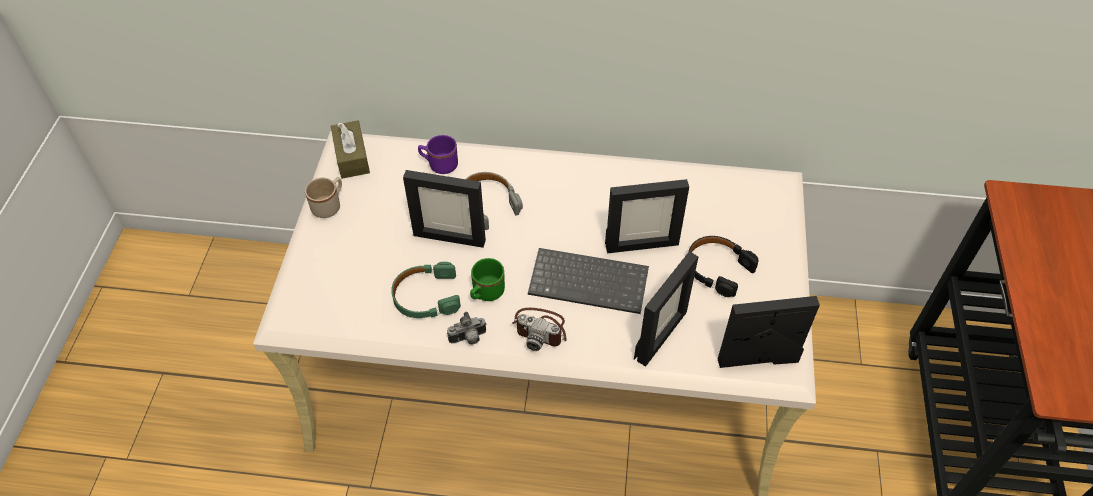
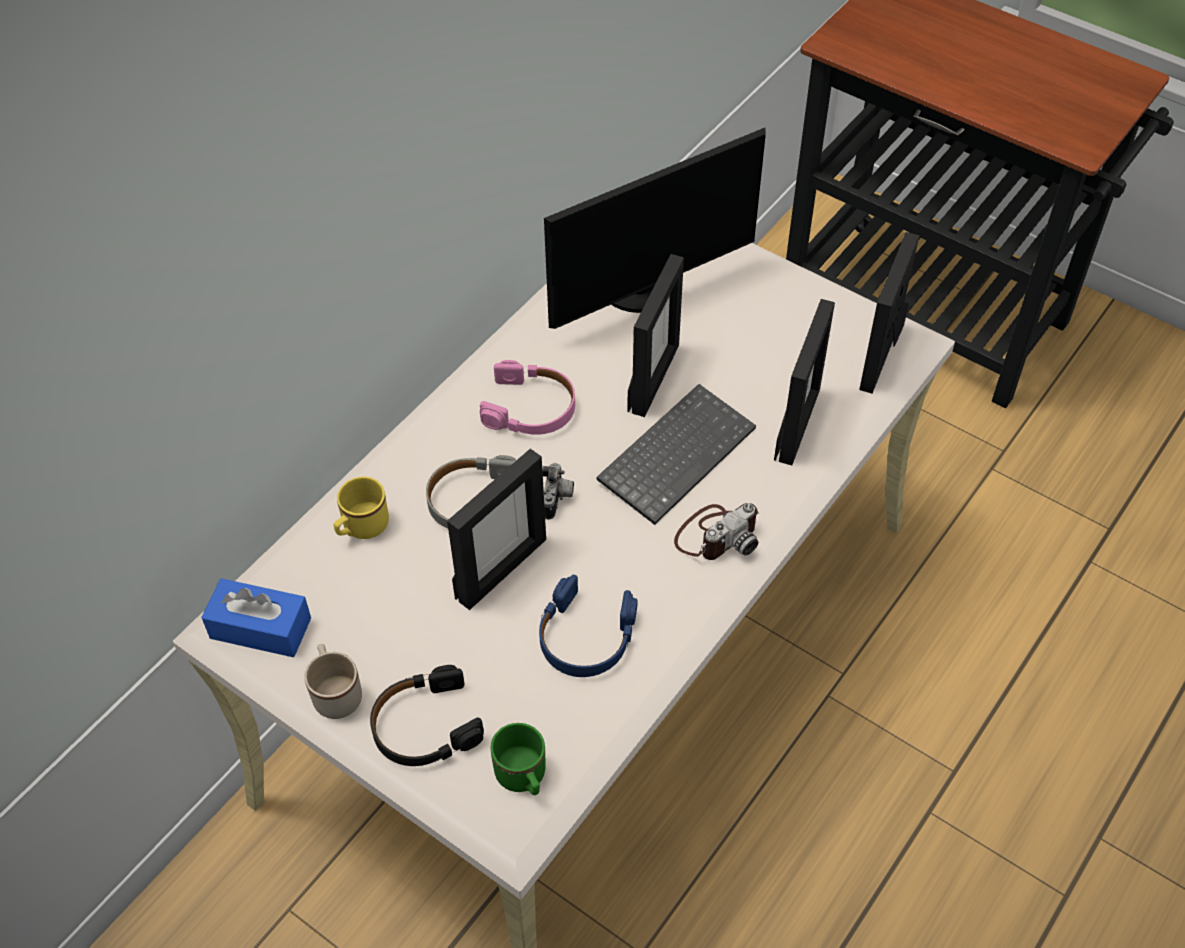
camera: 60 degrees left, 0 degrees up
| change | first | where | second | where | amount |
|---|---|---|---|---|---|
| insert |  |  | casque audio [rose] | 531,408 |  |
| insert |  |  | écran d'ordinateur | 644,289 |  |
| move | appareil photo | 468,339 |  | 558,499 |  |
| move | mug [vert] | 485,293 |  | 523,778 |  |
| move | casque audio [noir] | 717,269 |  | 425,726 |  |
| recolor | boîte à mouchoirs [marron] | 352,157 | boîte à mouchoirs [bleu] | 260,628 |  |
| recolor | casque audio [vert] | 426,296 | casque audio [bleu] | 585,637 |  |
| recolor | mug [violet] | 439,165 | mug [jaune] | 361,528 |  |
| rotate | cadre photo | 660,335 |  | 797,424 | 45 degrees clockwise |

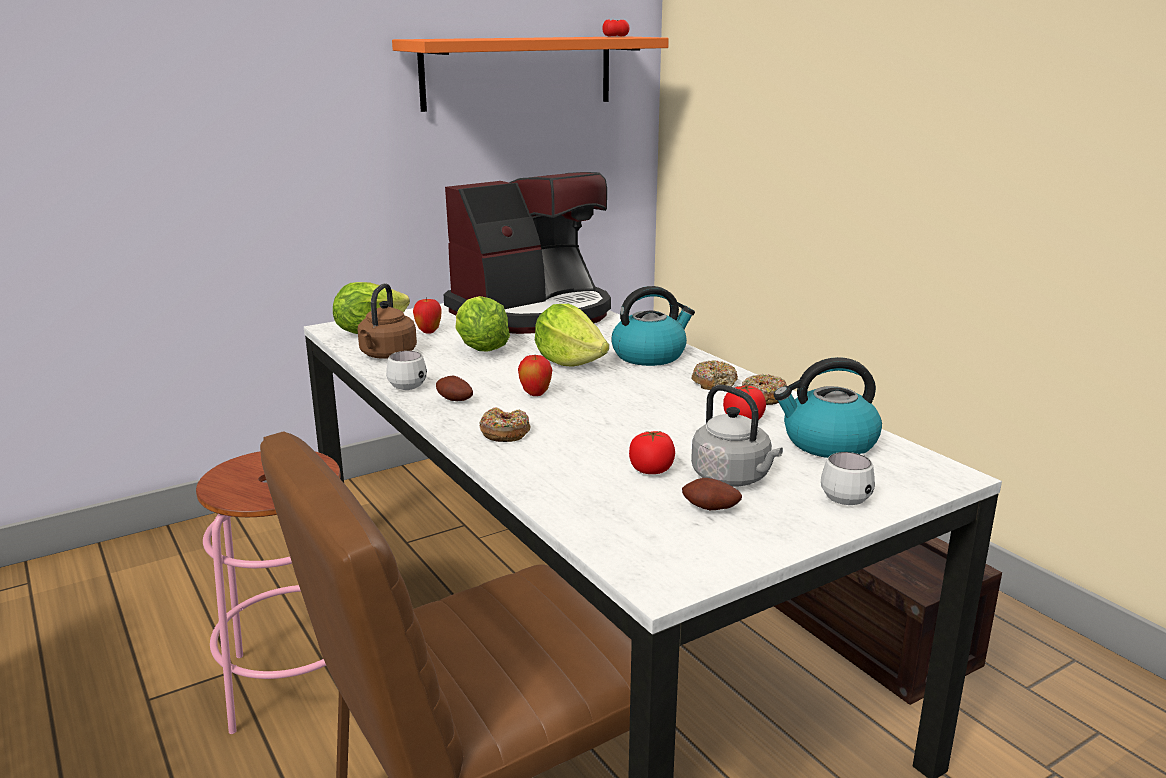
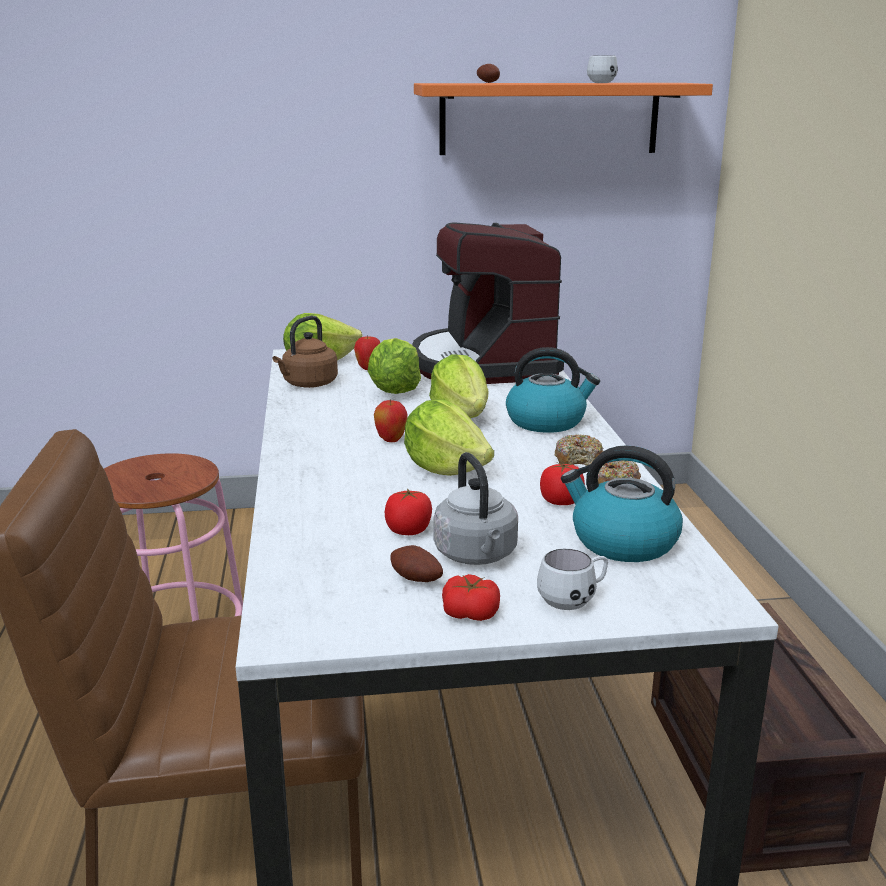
camera: 25 degrees right, 0 degrees up
| change | first | where | second | where | amount |
|---|---|---|---|---|---|
| delete | beignet | 504,433 |  |  |  |
| insert |  |  | laitue | 446,468 |  |
| move | mug [blanc] | 410,384 |  | 604,82 |  |
| move | pomme de terre | 454,401 |  | 487,83 |  |
| move | tomate | 615,36 |  | 470,612 |  |
| rotate | machine à café | 533,313 |  | 484,364 | 90 degrees clockwise |

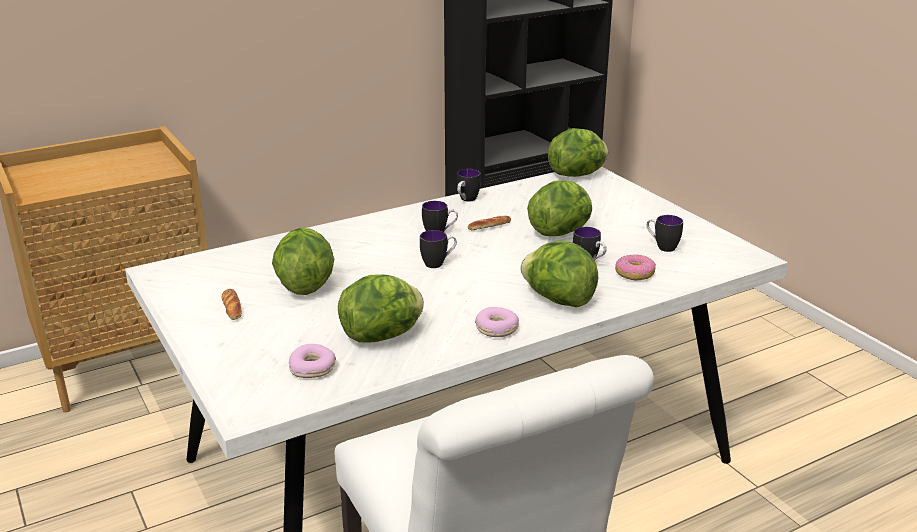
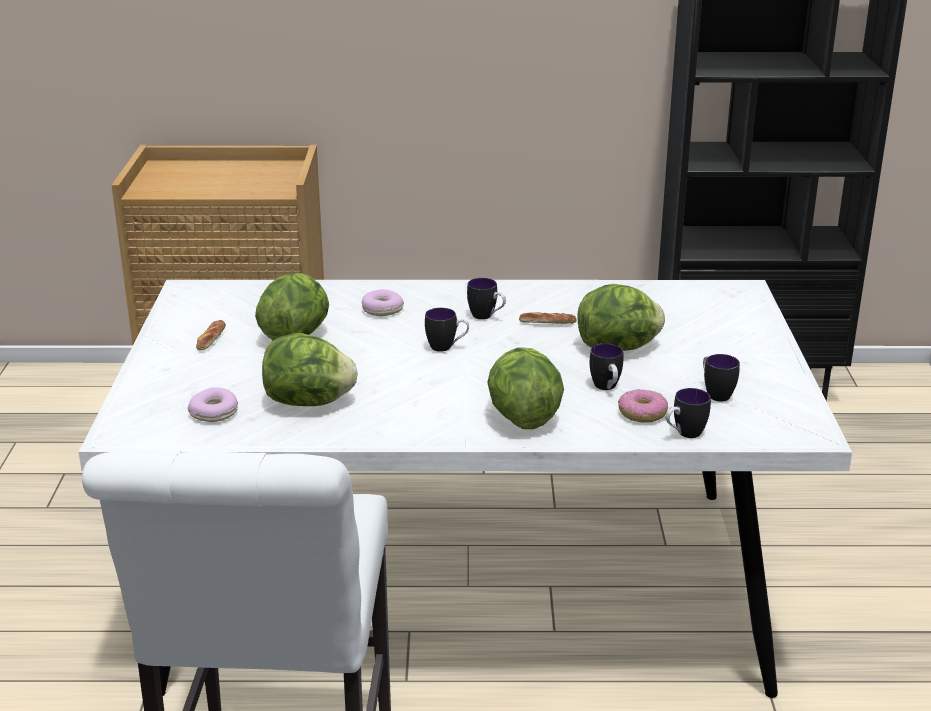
camera: 30 degrees right, 0 degrees up
| change | first | where | second | where | amount |
|---|---|---|---|---|---|
| delete | laitue | 577,174 |  |  |  |
| move | mug | 466,200 |  | 684,434 |  |
| move | beignet | 496,329 |  | 382,310 |  |

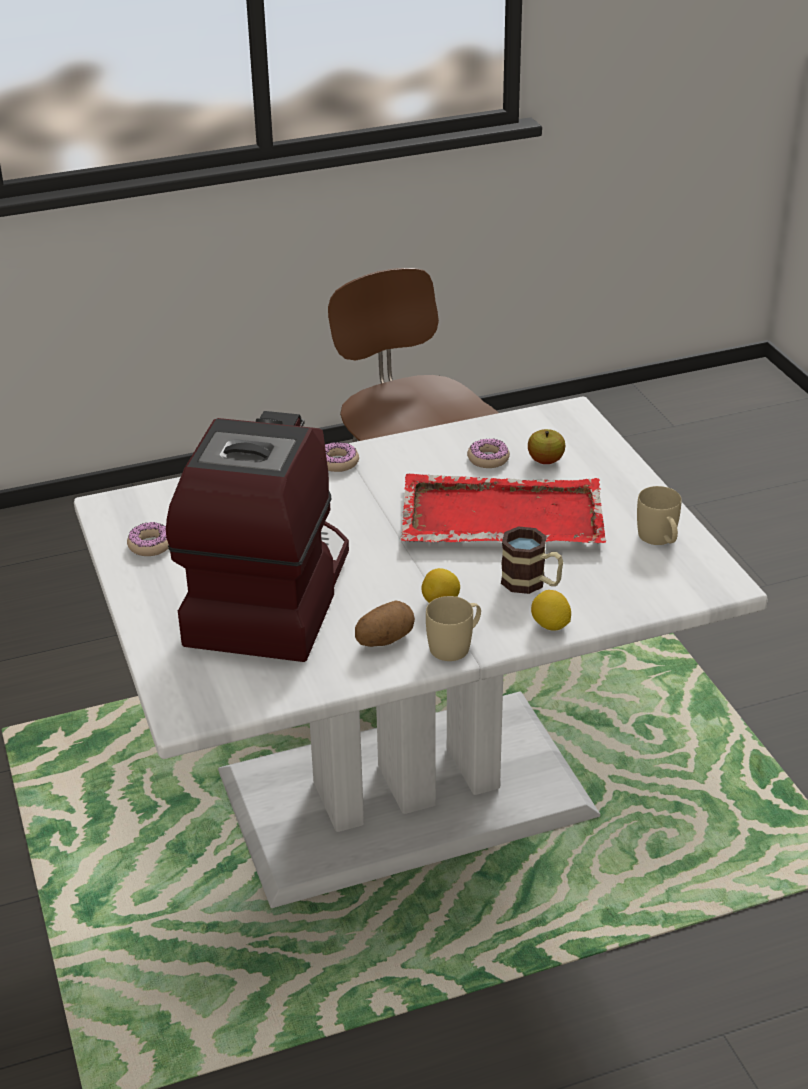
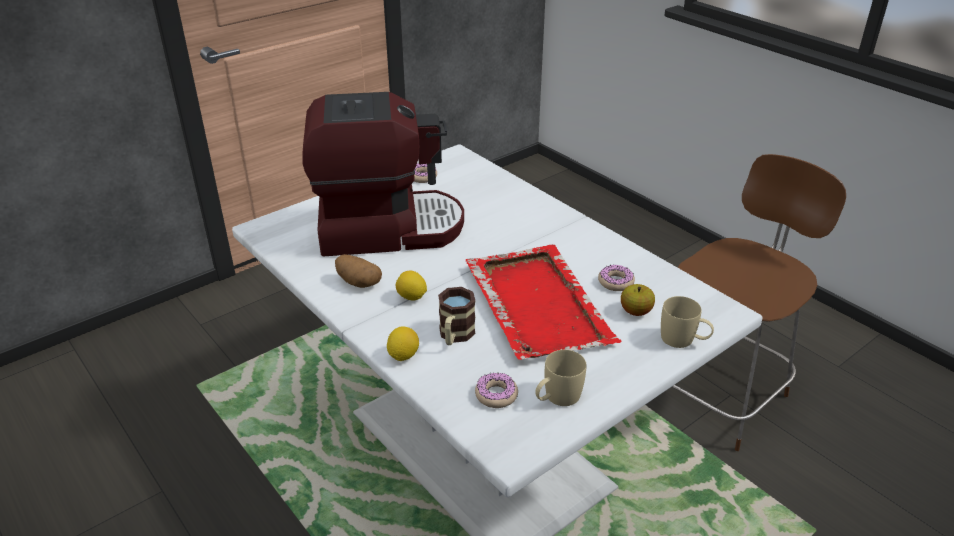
camera: 70 degrees right, 0 degrees up
| change | first | where | second | where | amount |
|---|---|---|---|---|---|
| move | beignet | 338,462 |  | 496,395 |  |
| move | mug [beige] | 456,645 |  | 683,340 |  |

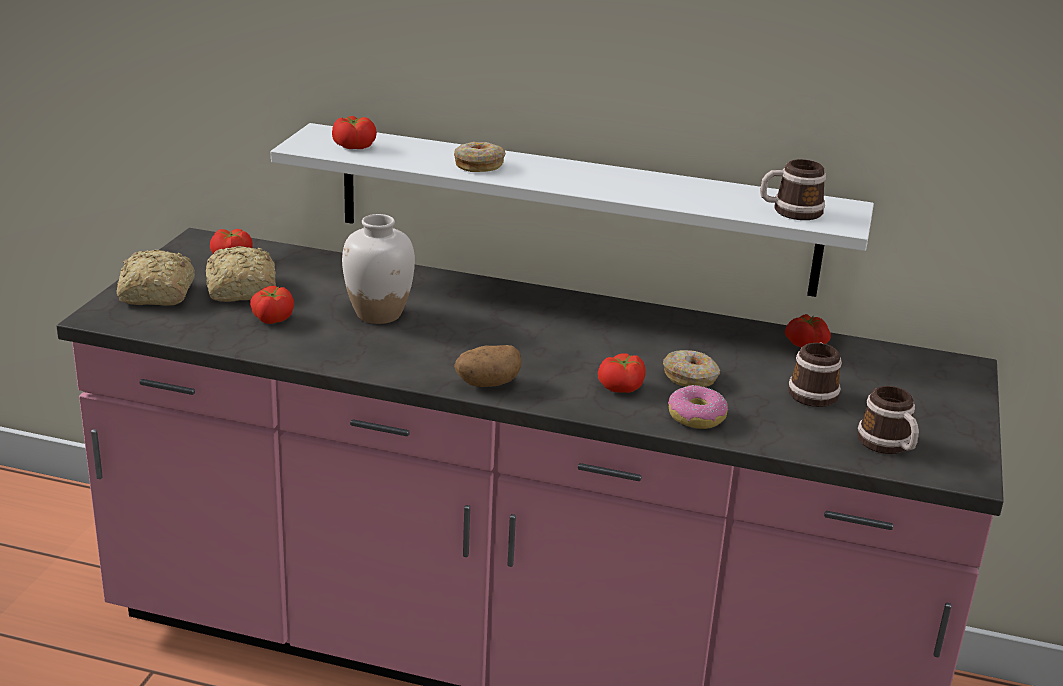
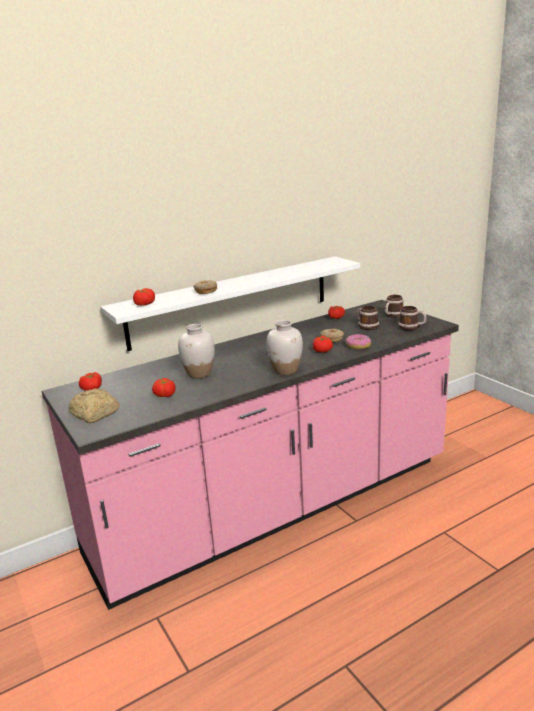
camera: 45 degrees left, 5 degrees down
| change | first | where | second | where | amount |
|---|---|---|---|---|---|
| delete | pain | 241,290 |  |  |  |
| move | mug | 790,211 |  | 392,315 |  |
| replace | pomme de terre | 487,384 | vase [blanc] | 286,370 |  |

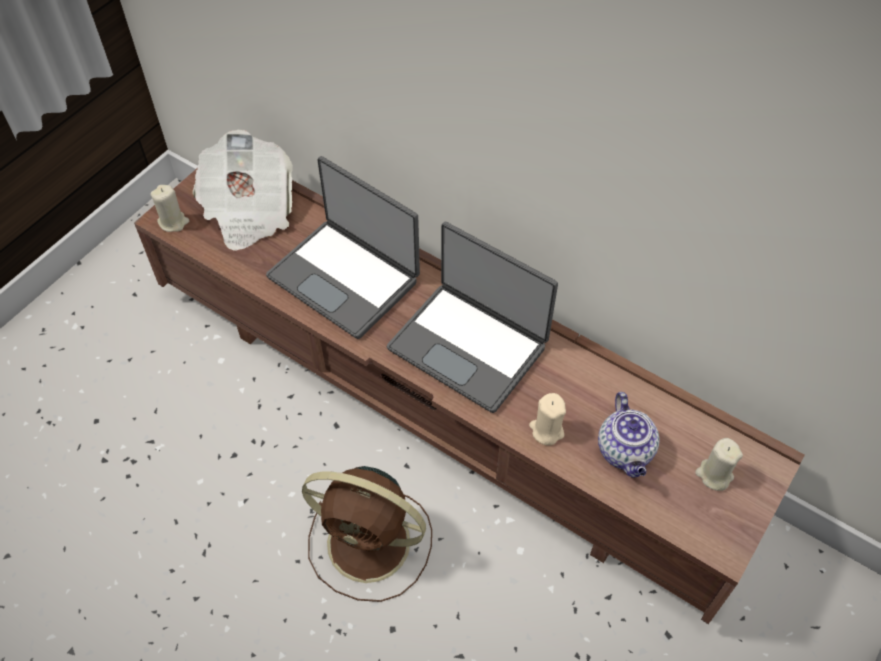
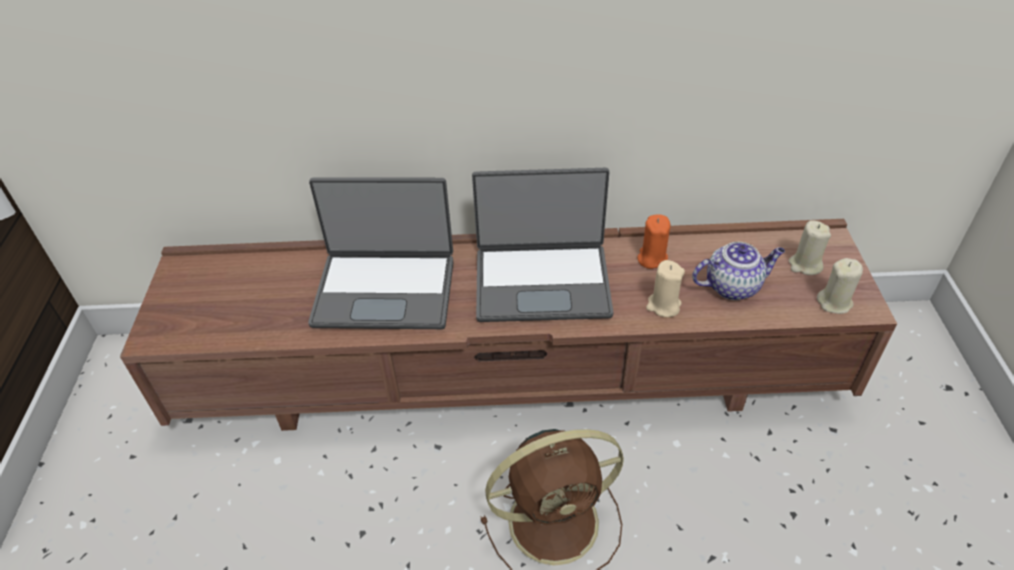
camera: 35 degrees left, 10 degrees down
| change | first | where | second | where | amount |
|---|---|---|---|---|---|
| delete | journal | 248,210 |  |  |  |
| insert |  |  | bougie [orange] | 652,258 |  |
| move | bougie [beige] | 173,222 |  | 834,303 |  |
| rotate | théière | 625,452 |  | 733,286 | 60 degrees counterclockwise |

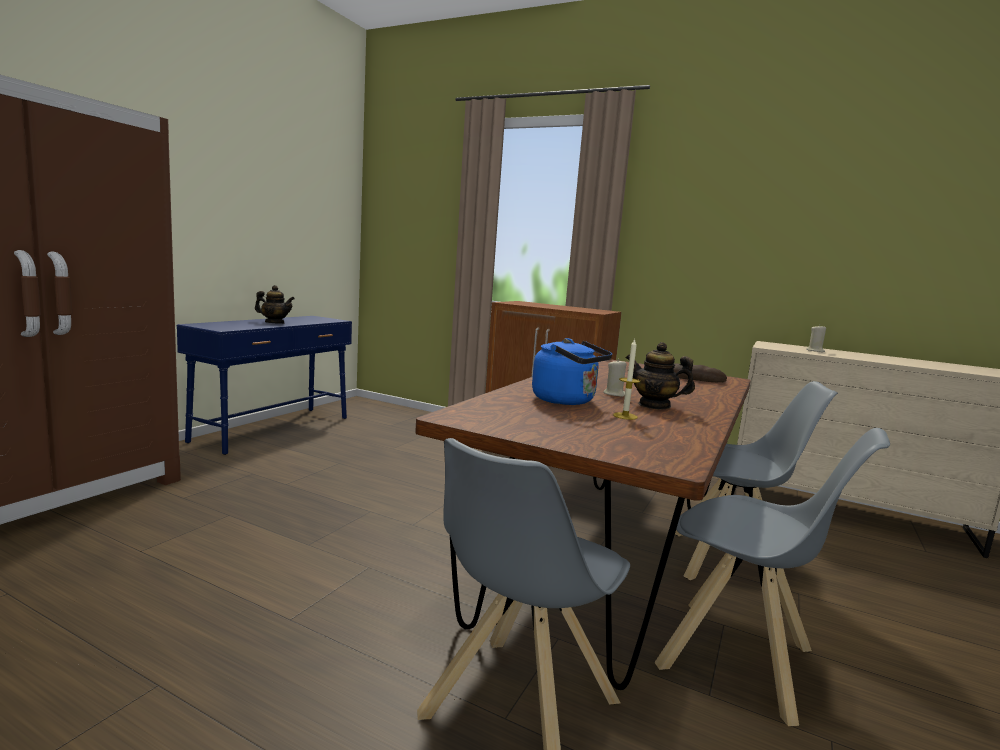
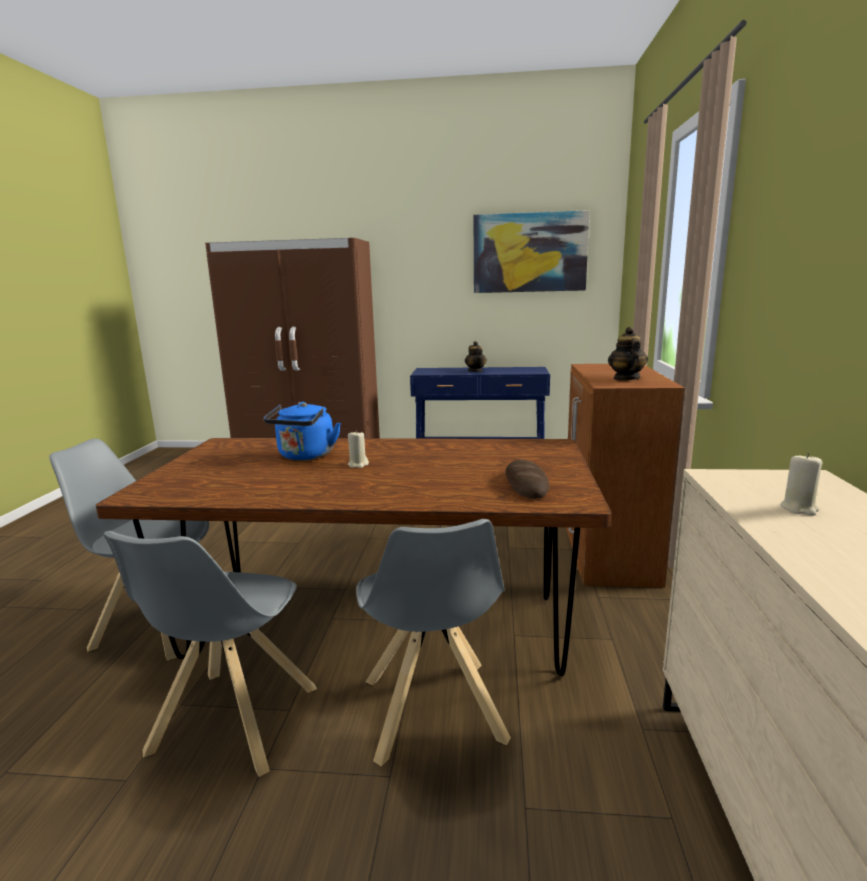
camera: 70 degrees right, 5 degrees up
| change | first | where | second | where | amount |
|---|---|---|---|---|---|
| delete | bougie | 625,416 |  |  |  |
| insert |  |  | tableau | 529,253 |  |
| move | théière | 654,405 |  | 626,378 |  |

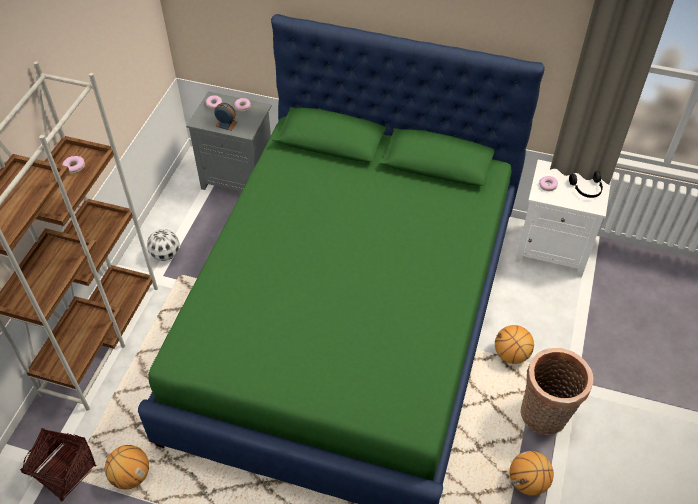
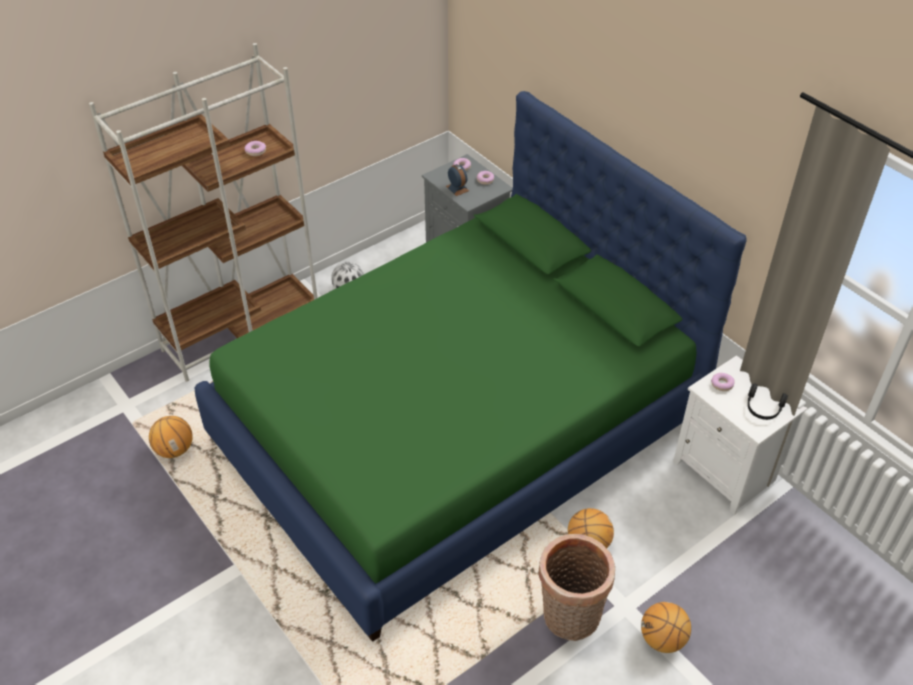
camera: 35 degrees right, 5 degrees down
| change | first | where | second | where | amount |
|---|---|---|---|---|---|
| delete | panier | 63,471 |  |  |  |
| move | ballon de basket | 528,482 |  | 662,639 |  |

